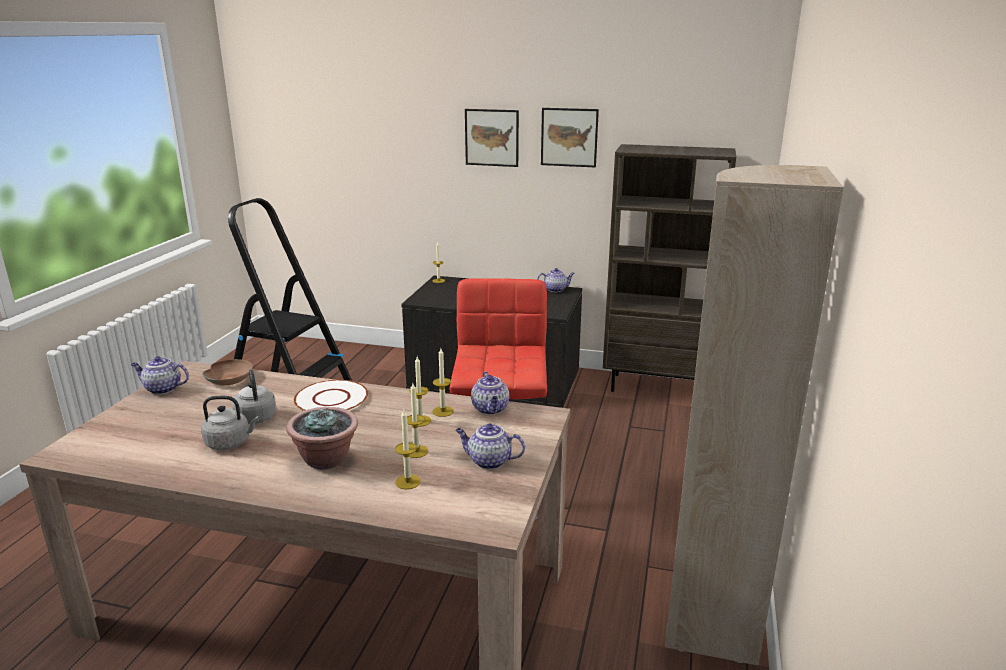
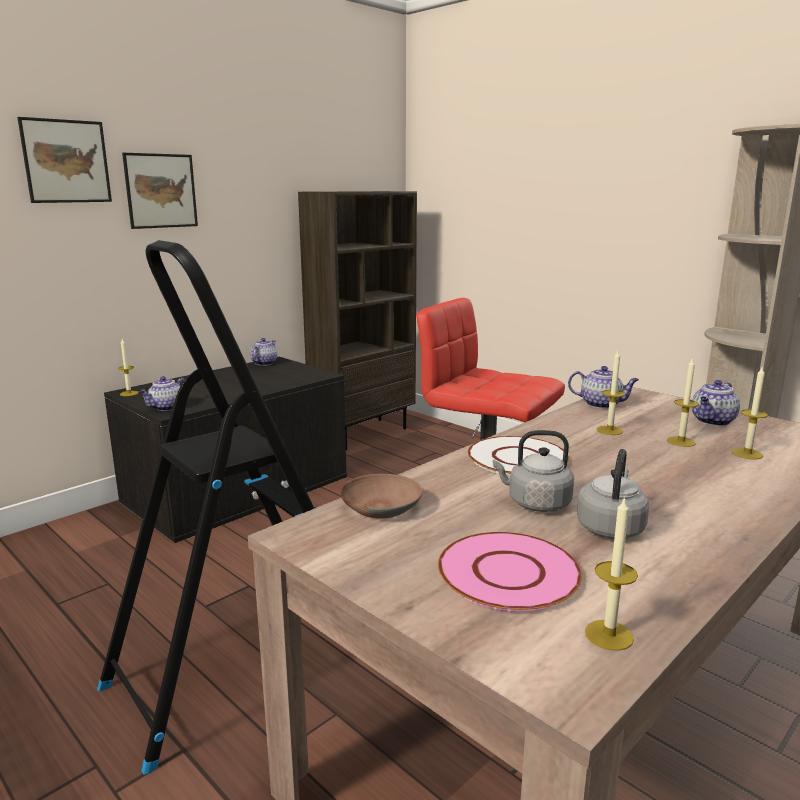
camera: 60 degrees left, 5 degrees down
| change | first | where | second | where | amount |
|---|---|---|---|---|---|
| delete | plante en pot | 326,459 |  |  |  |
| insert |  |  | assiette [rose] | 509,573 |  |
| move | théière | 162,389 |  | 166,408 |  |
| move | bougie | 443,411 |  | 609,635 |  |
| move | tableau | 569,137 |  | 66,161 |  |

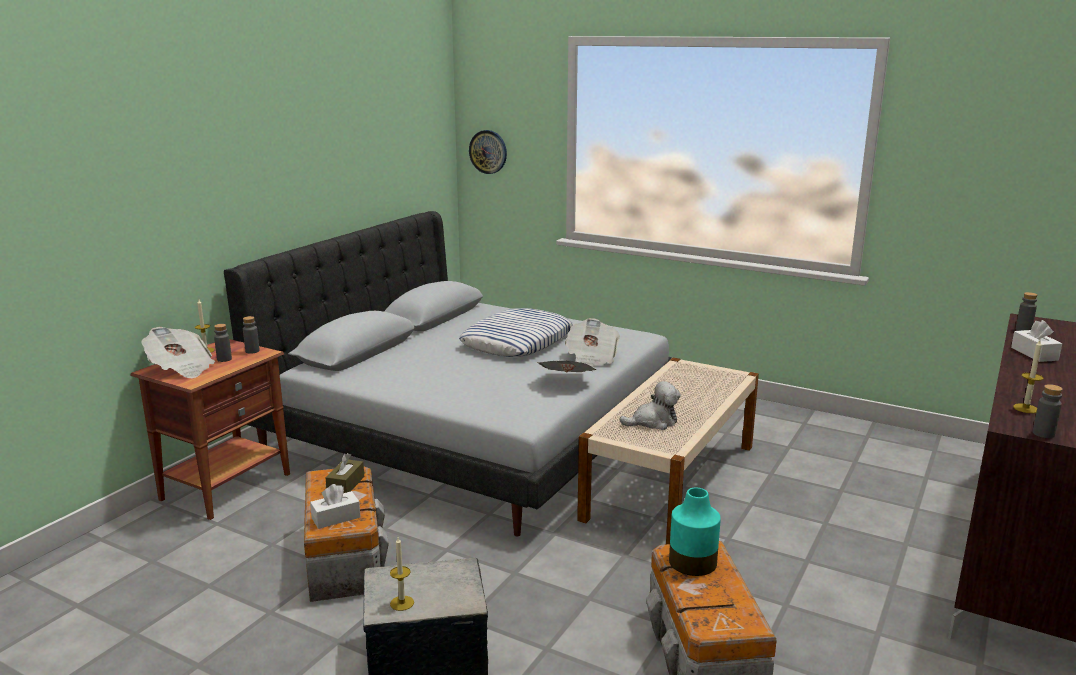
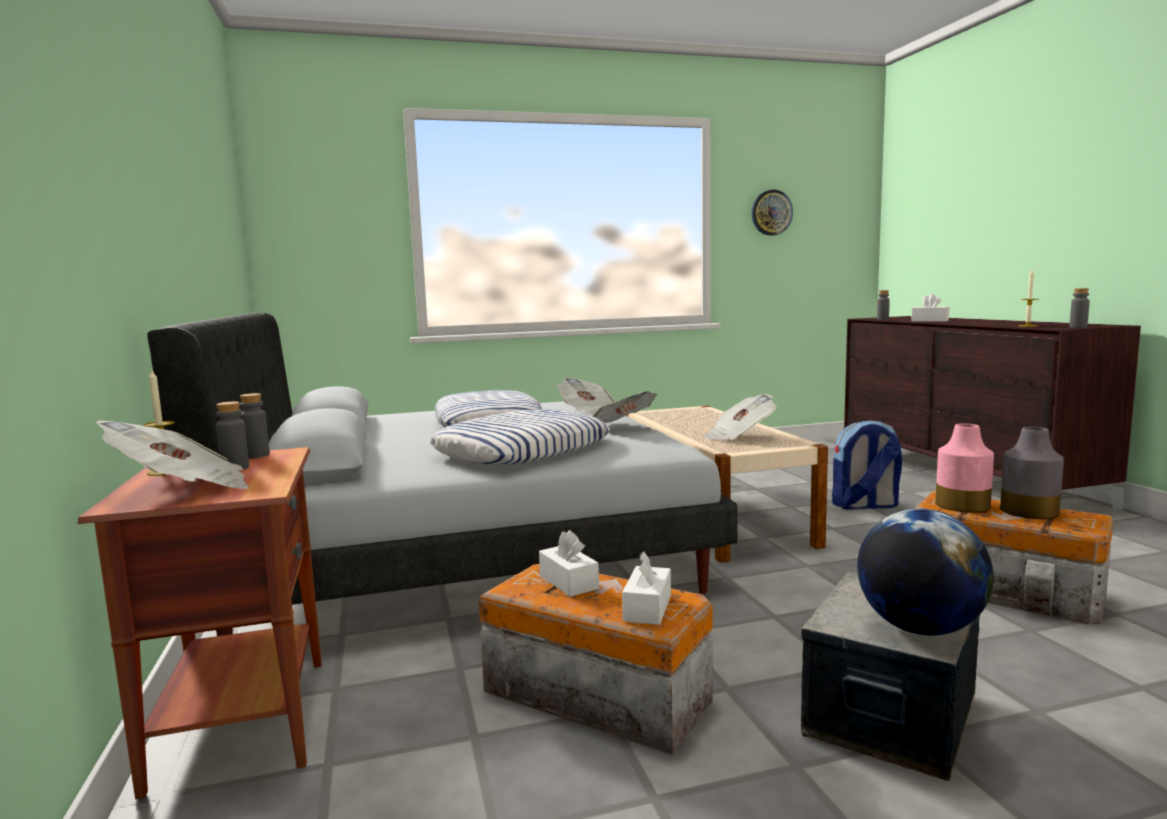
camera: 45 degrees left, 10 degrees down
| change | first | where | second | where | amount |
|---|---|---|---|---|---|
| insert |  |  | coussin | 522,450 |  |
| insert |  |  | sac à dos | 864,506 |  |
| insert |  |  | vase [gris] | 1028,510 |  |
| move | horloge murale | 488,152 |  | 771,212 |  |
| replace | bougie | 402,603 | globe | 920,628 |  |
| replace | peluche | 653,422 | journal | 738,436 |  |
| recolor | boîte à mouchoirs [marron] | 346,484 | boîte à mouchoirs [blanc] | 568,582 |  |
| recolor | vase [turquoise] | 693,562 | vase [rose] | 963,505 |  |

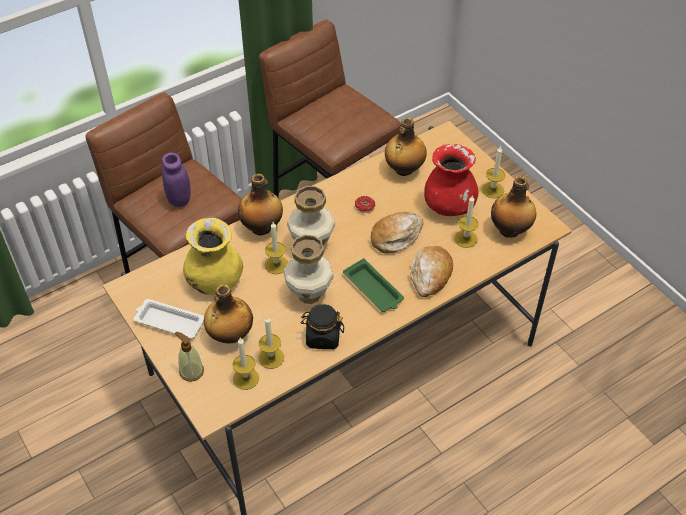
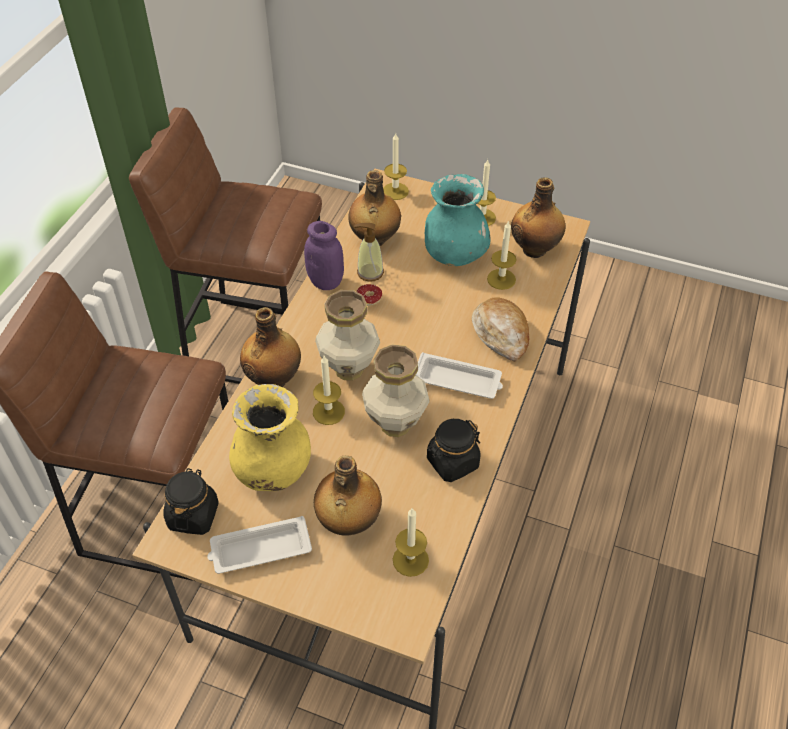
camera: 35 degrees left, 0 degrees up
| change | first | where | second | where | amount |
|---|---|---|---|---|---|
| delete | pain | 396,236 |  |  |  |
| insert |  |  | bocal [noir] | 193,515 |  |
| move | bocal [violet] | 179,199 |  | 326,282 |  |
| move | distributeur de savon | 191,371 |  | 370,272 |  |
| move | bougie | 271,357 |  | 395,191 |  |
| recolor | plateau [vert] | 374,289 | plateau [blanc] | 458,381 |  |
| recolor | vase [rouge] | 449,206 | vase [turquoise] | 454,254 |  |

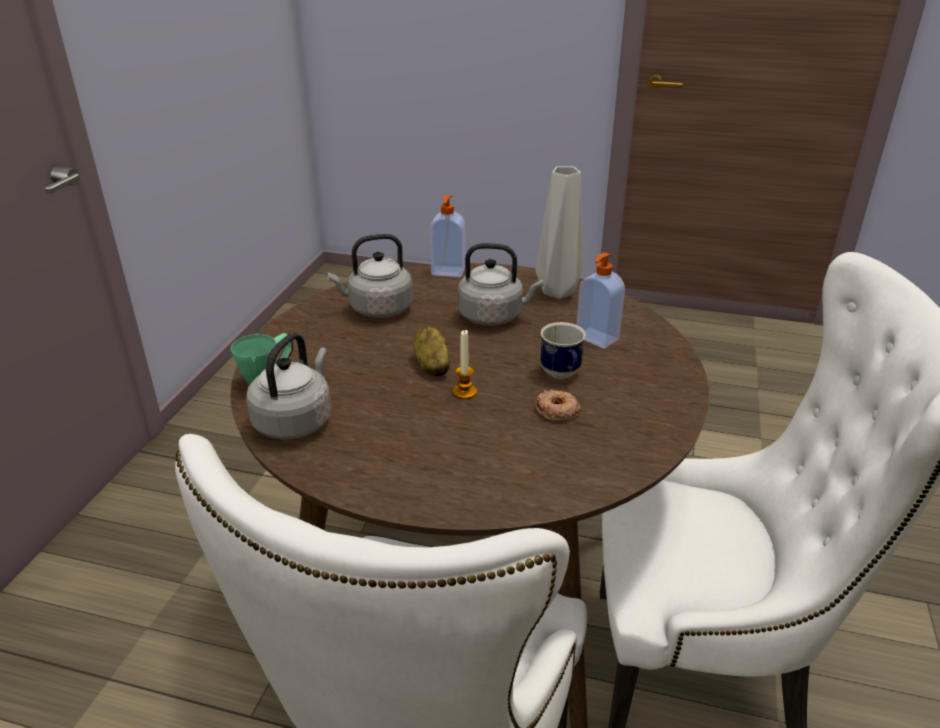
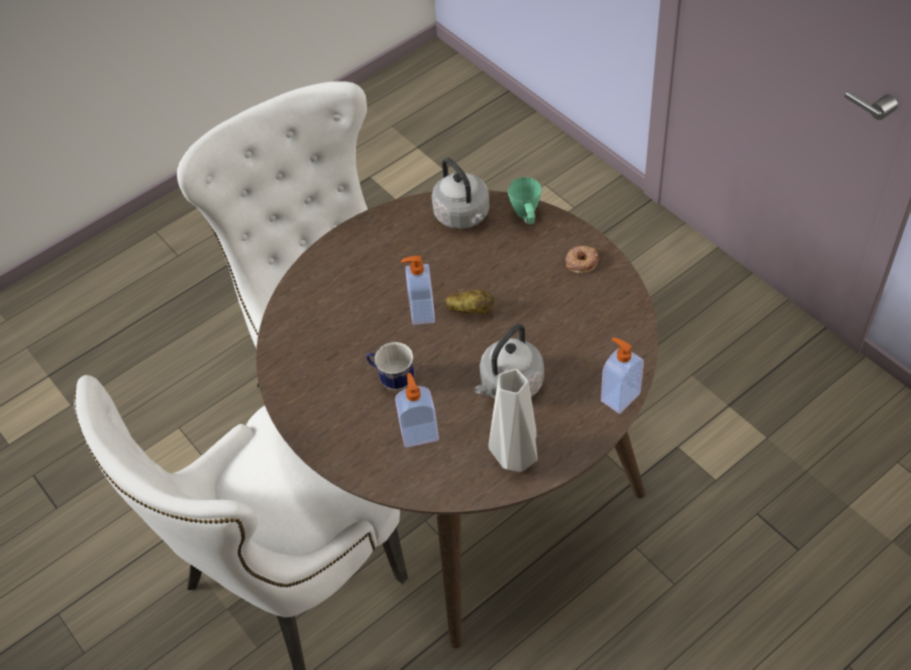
camera: 130 degrees right, 20 degrees up
| change | first | where | second | where | amount |
|---|---|---|---|---|---|
| delete | bouilloire [gris] | 377,309 |  |  |  |
| move | beignet | 557,410 |  | 581,261 |  |
| replace | bougie | 464,392 | distributeur de savon | 421,312 |  |

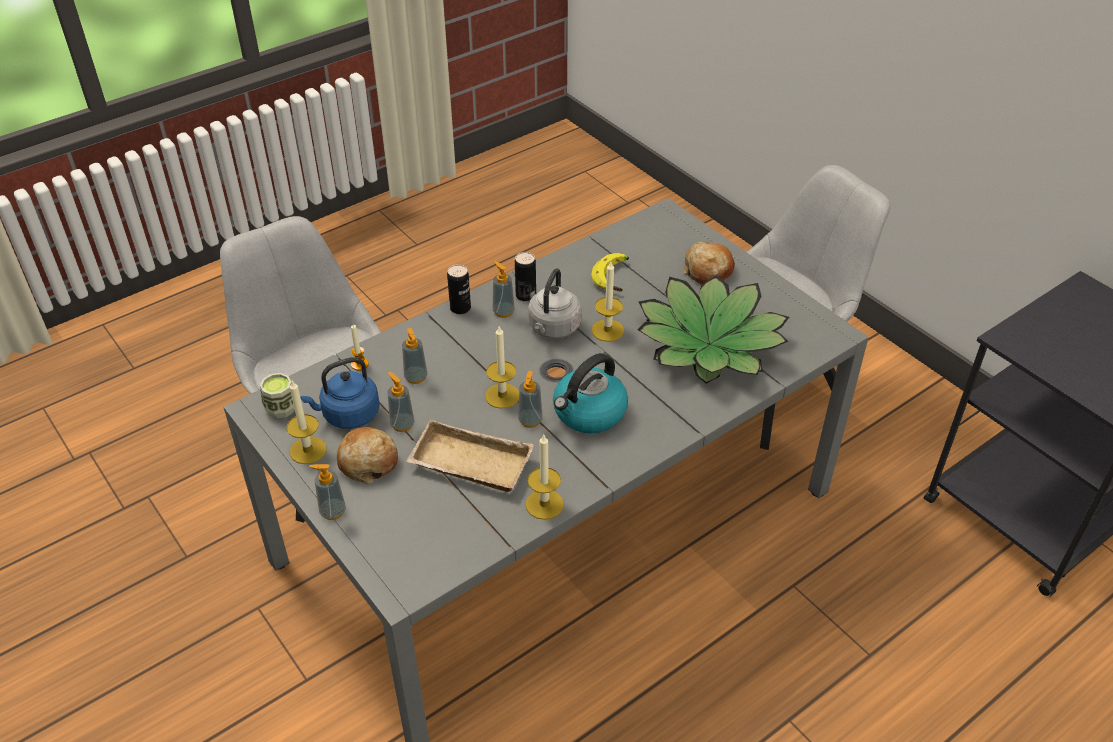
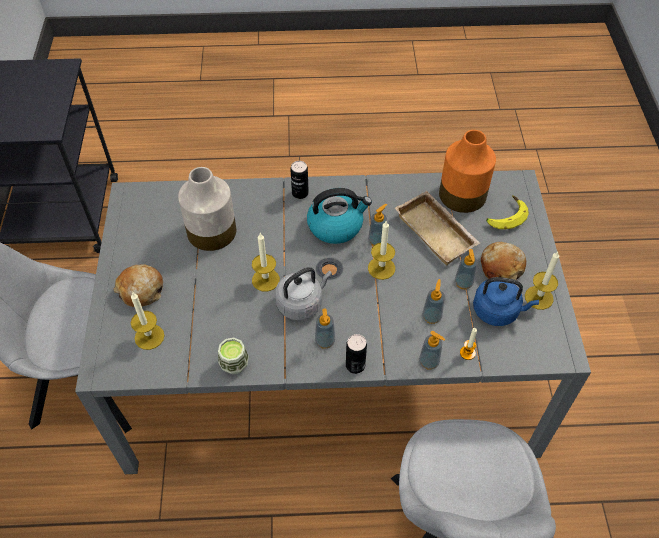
camera: 145 degrees left, 10 degrees up
| change | first | where | second | where | amount |
|---|---|---|---|---|---|
| insert |  |  | vase [orange] | 463,195 |  |
| move | tasse | 281,408 |  | 234,364 |  |
| move | distributeur de savon | 332,511 |  | 429,362 |  |
| move | boîte métallique | 526,295 |  | 300,193 |  |
| move | bougie | 544,504 |  | 149,337 |  |
| move | banane | 615,277 |  | 505,216 |  |
| replace | plante en pot | 708,344 | vase [beige] | 212,231 |  |

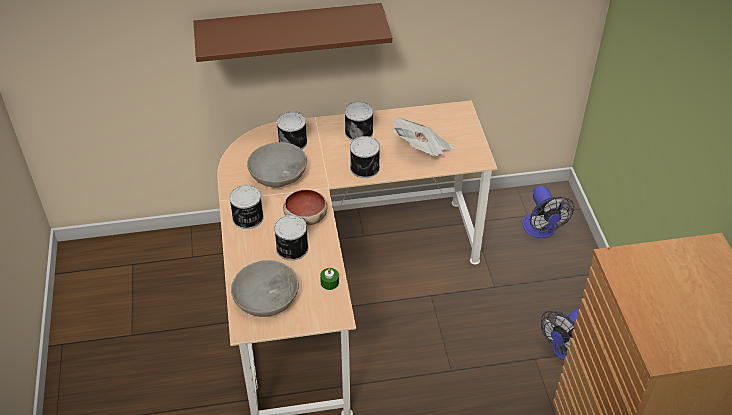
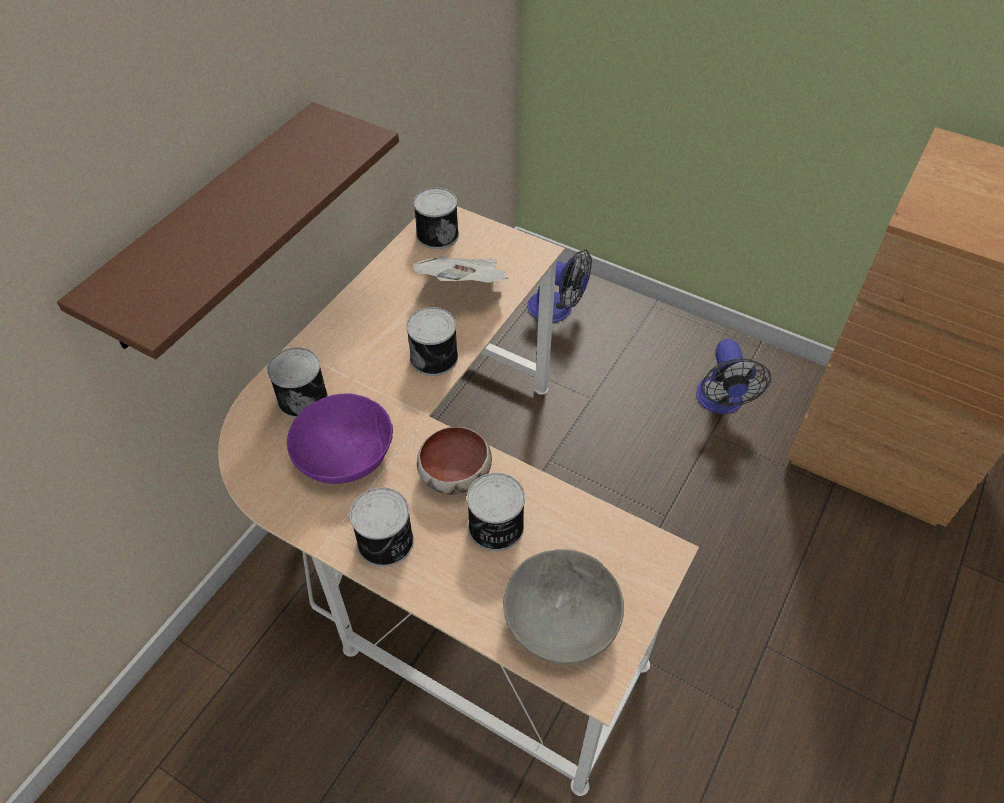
camera: 50 degrees left, 5 degrees up
| change | first | where | second | where | amount |
|---|---|---|---|---|---|
| delete | bougie [vert] | 329,282 |  |  |  |
| move | boîte métallique | 359,131 |  | 437,234 |  |
| recolor | bol [gris] | 278,175 | bol [violet] | 344,453 |  |

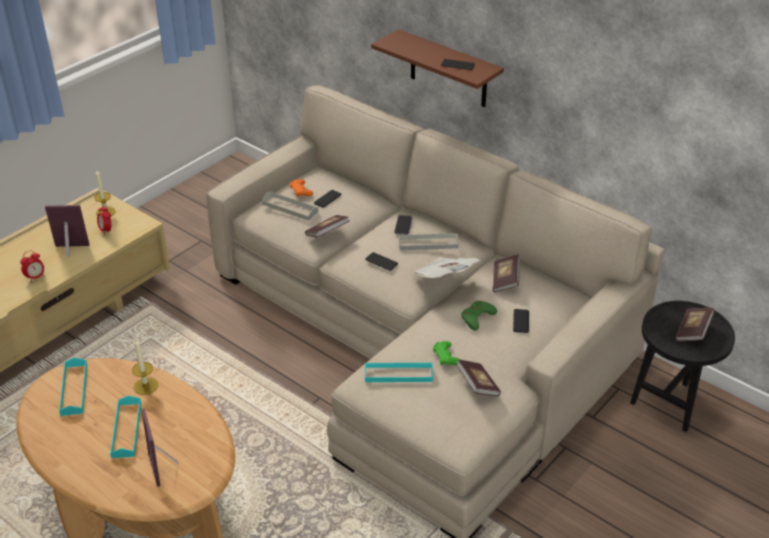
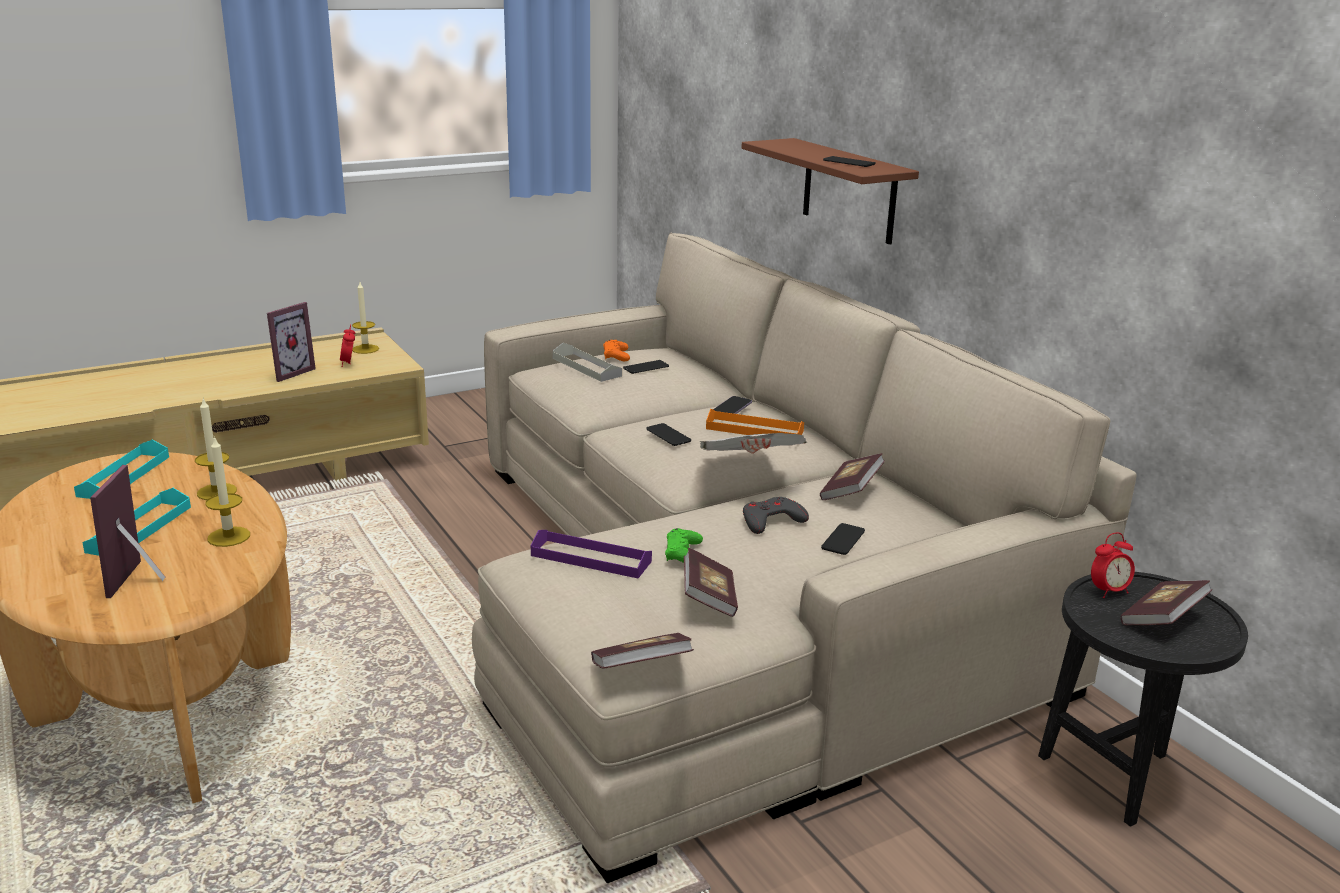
camera: 20 degrees right, 15 degrees down
| change | first | where | second | where | amount |
|---|---|---|---|---|---|
| insert |  |  | bougie | 229,537 |  |
| move | réveil | 35,277 |  | 1108,591 |  |
| move | livre | 327,233 |  | 641,668 |  |
| recolor | plateau [turquoise] | 398,374 | plateau [violet] | 591,558 |  |
| recolor | plateau [gris] | 428,243 | plateau [orange] | 754,430 |  |
| recolor | manette [vert] | 477,317 | manette [gris] | 771,521 |  |
| rotate | cadre photo | 70,250 |  | 288,372 | 105 degrees clockwise |

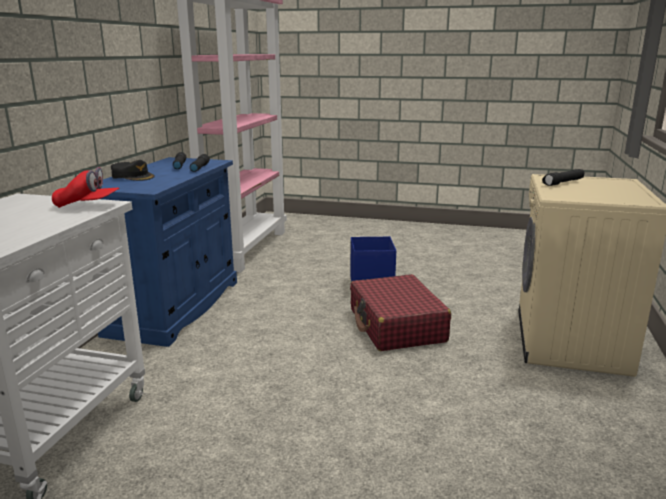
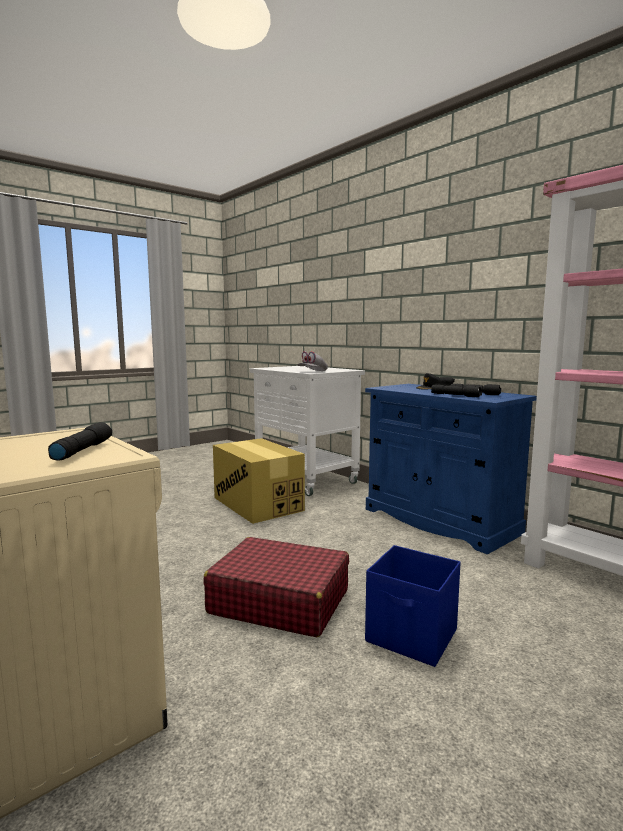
camera: 125 degrees right, 10 degrees down
| change | first | where | second | where | amount |
|---|---|---|---|---|---|
| insert |  |  | carton | 257,504 |  |
| recolor | casquette [rouge] | 87,205 | casquette [gris] | 312,371 |  |

